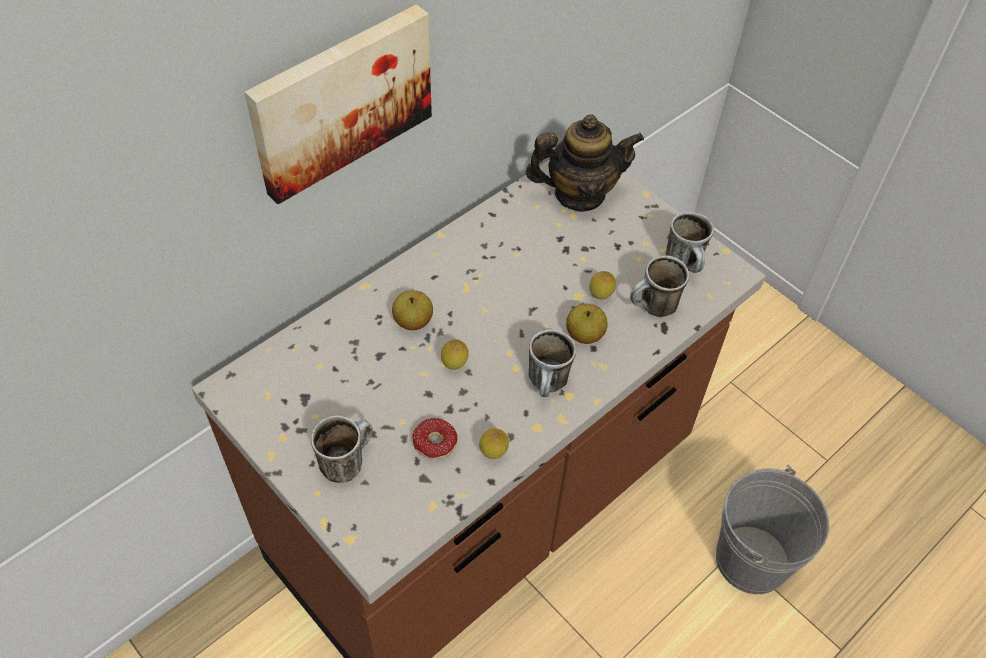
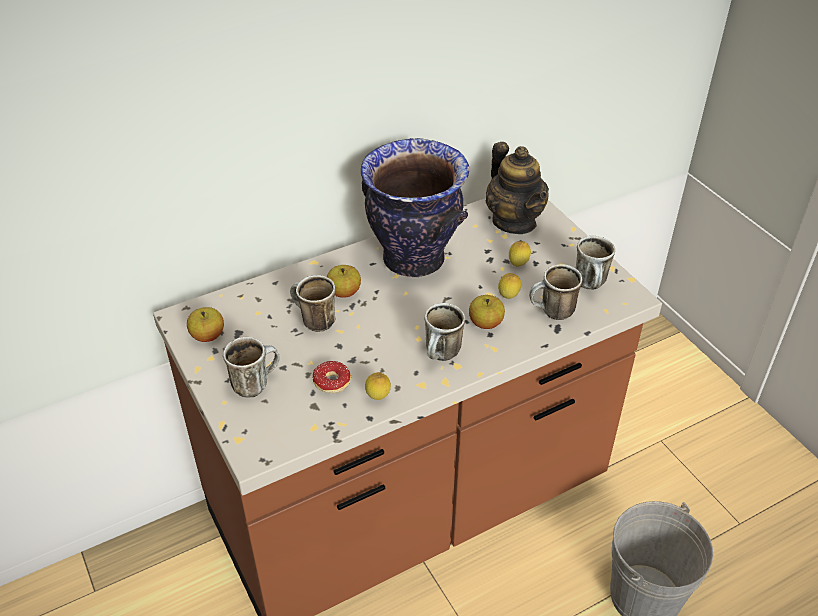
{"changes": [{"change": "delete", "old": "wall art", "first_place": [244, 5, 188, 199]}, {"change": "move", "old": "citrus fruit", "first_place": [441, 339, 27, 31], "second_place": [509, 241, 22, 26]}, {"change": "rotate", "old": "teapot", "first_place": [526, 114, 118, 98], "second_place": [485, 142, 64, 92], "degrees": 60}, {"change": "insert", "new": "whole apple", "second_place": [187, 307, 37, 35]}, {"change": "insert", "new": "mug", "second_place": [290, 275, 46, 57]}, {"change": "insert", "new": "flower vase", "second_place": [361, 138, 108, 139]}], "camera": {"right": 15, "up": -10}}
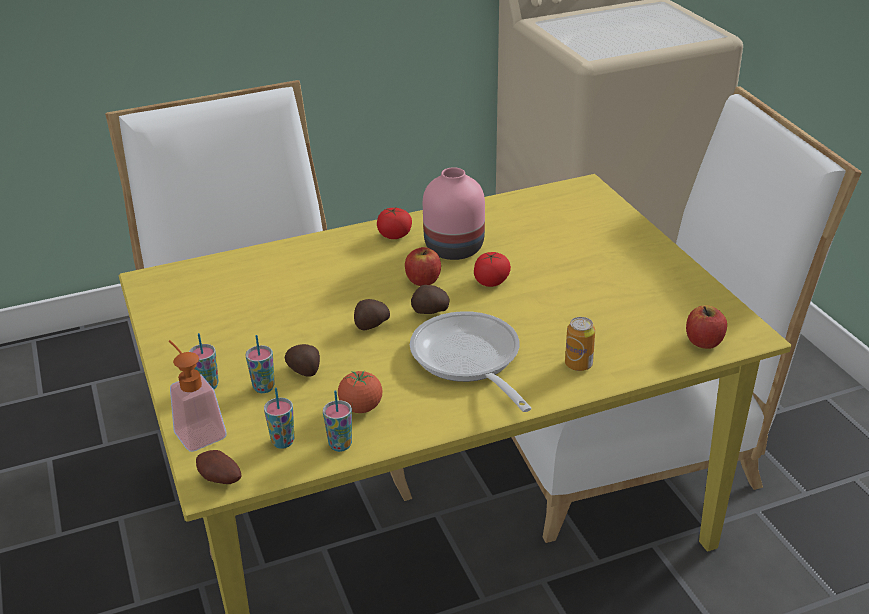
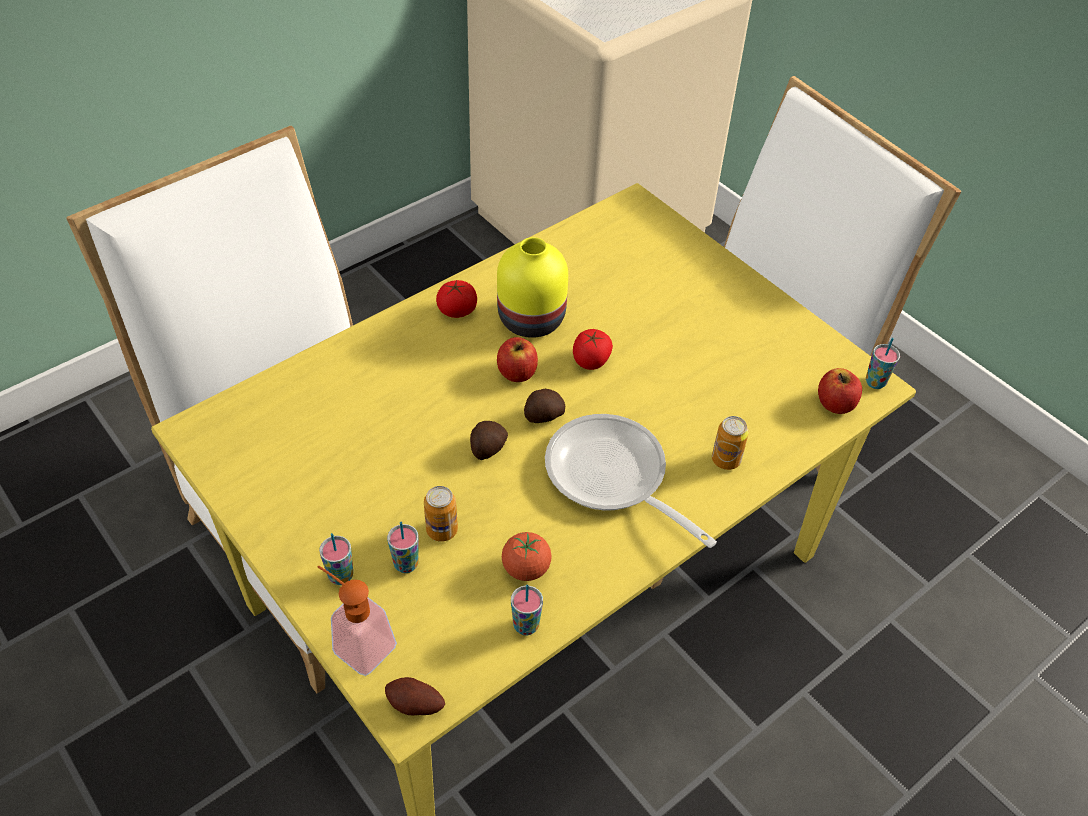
{"changes": [{"change": "move", "old": "small cup", "first_place": [264, 388, 30, 61], "second_place": [866, 338, 34, 51]}, {"change": "replace", "old": "spud", "new": "can", "first_place": [285, 344, 35, 32], "second_place": [424, 486, 34, 56]}, {"change": "recolor", "old": "pink flower vase", "new": "yellowish flower vase", "first_place": [423, 167, 62, 93], "second_place": [497, 237, 71, 101]}], "camera": {"right": -20, "up": 15}}
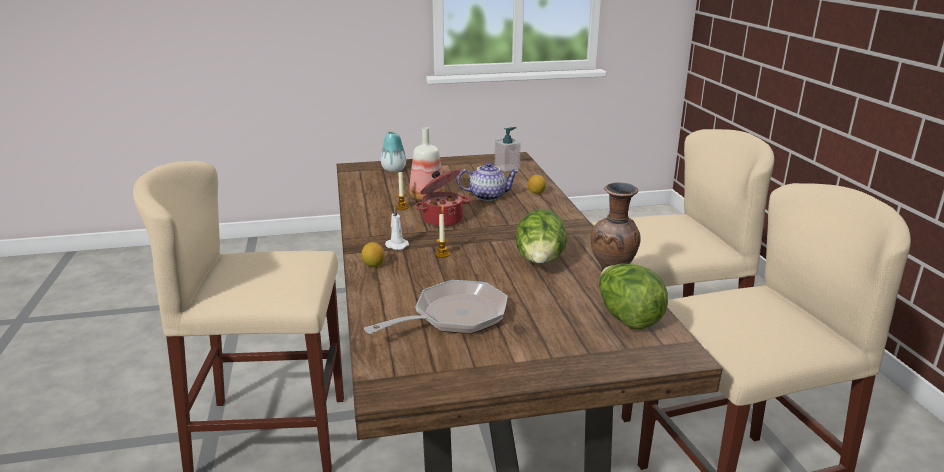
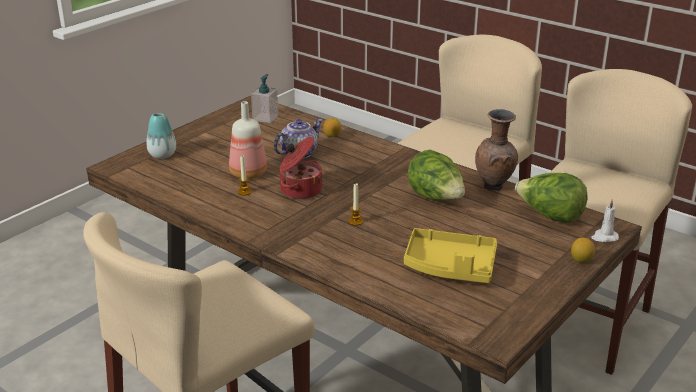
{"changes": [{"change": "move", "old": "citrus fruit", "first_place": [362, 242, 23, 25], "second_place": [571, 238, 24, 25]}, {"change": "replace", "old": "frying pan", "new": "yellowish carrying tray", "first_place": [364, 280, 143, 54], "second_place": [404, 228, 93, 55]}, {"change": "move", "old": "white-coloured wax candle", "first_place": [385, 207, 24, 43], "second_place": [591, 200, 28, 42]}], "camera": {"right": -40, "up": 5}}
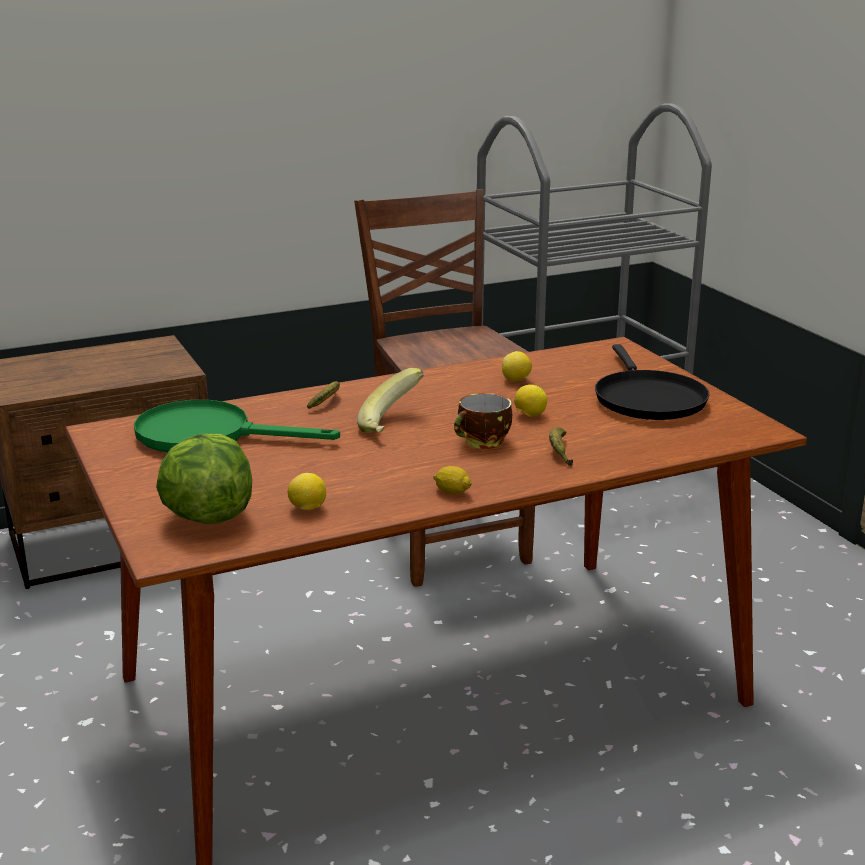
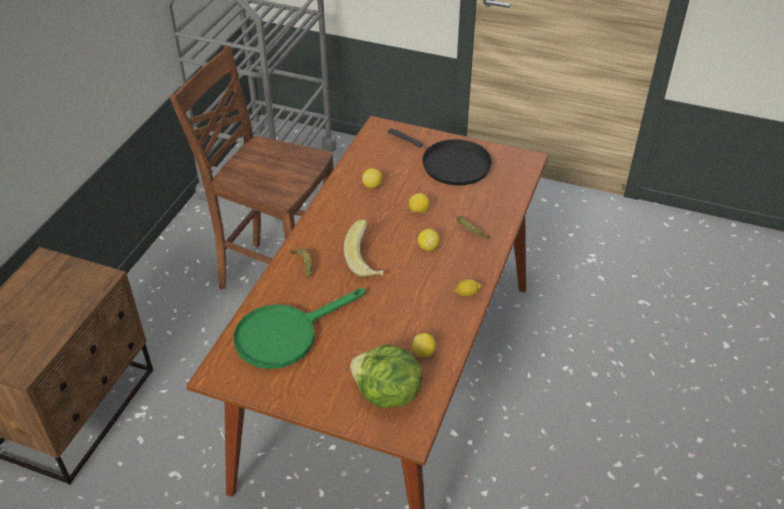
{"changes": [{"change": "replace", "old": "small cup", "new": "citrus fruit", "first_place": [454, 393, 58, 56], "second_place": [418, 229, 22, 22]}], "camera": {"right": -45, "up": 20}}
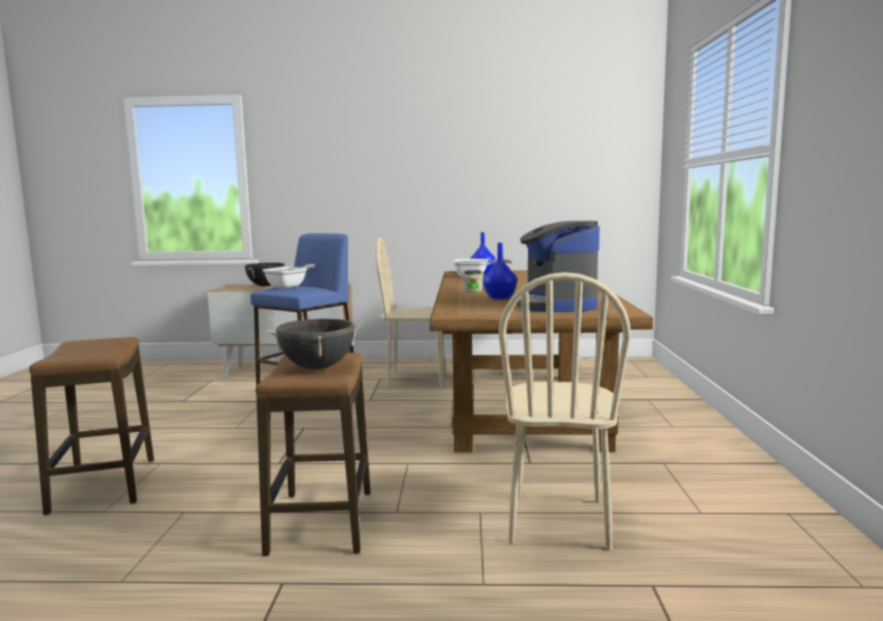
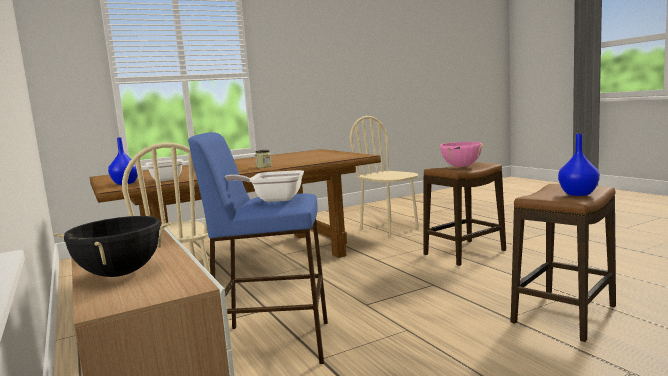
{"changes": [{"change": "recolor", "old": "black-coloured saucepot", "new": "pink saucepot", "first_place": [266, 319, 98, 50], "second_place": [439, 142, 46, 25]}, {"change": "move", "old": "bluish flower vase", "first_place": [483, 243, 34, 56], "second_place": [558, 133, 42, 63]}, {"change": "rotate", "old": "sand-coloured chair", "first_place": [498, 272, 133, 279], "second_place": [350, 116, 69, 121], "degrees": -105}, {"change": "delete", "old": "coffee brewer", "first_place": [517, 221, 83, 91]}], "camera": {"right": -120, "up": 0}}
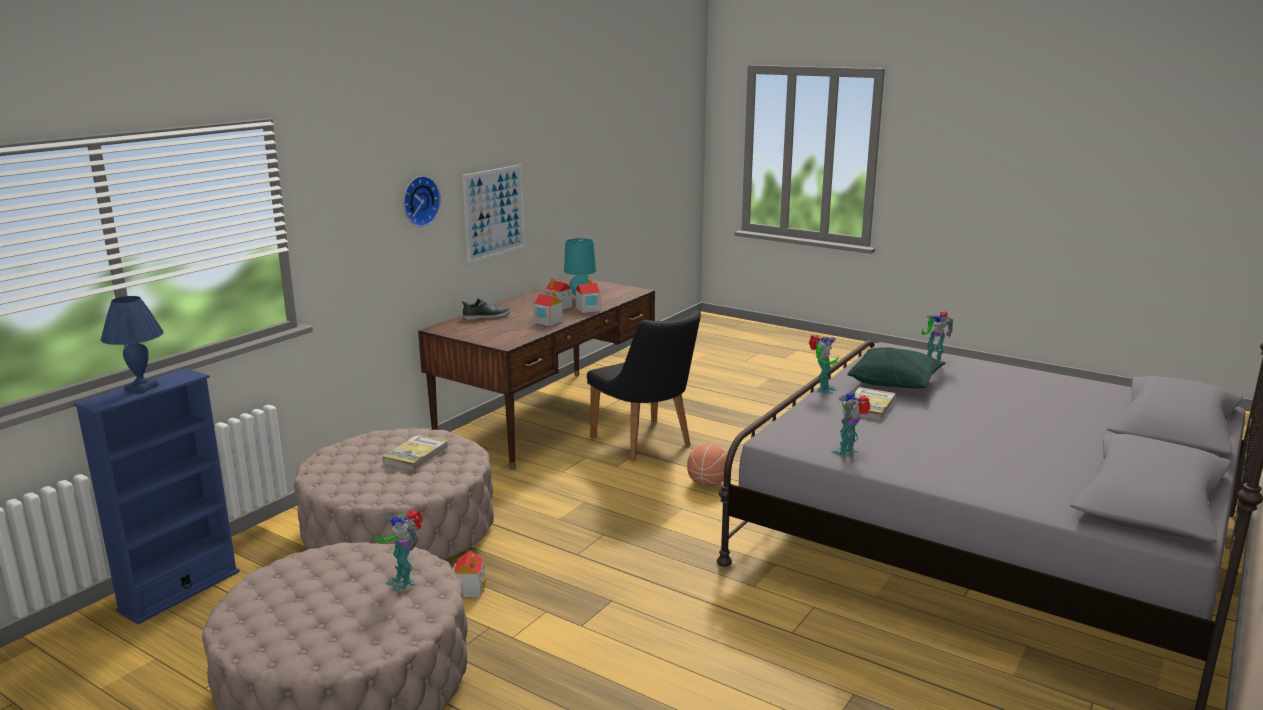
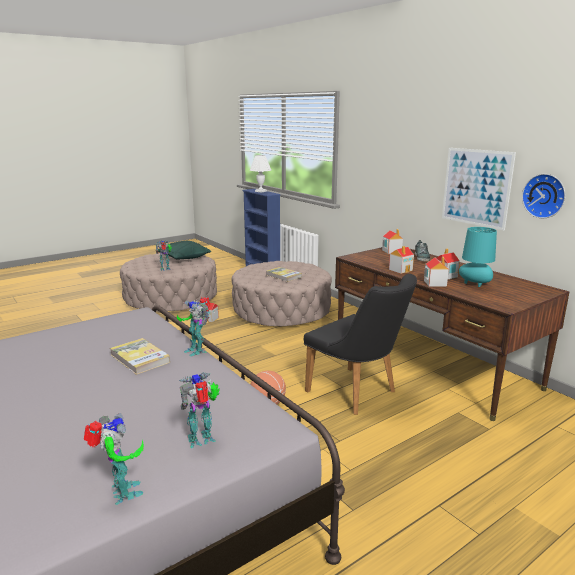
{"changes": [{"change": "recolor", "old": "bluish table lamp", "new": "white-coloured table lamp", "first_place": [101, 296, 63, 97], "second_place": [250, 155, 21, 37]}, {"change": "move", "old": "wall clock", "first_place": [403, 176, 38, 51], "second_place": [522, 174, 44, 44]}, {"change": "rotate", "old": "black-coloured chair", "first_place": [587, 310, 114, 151], "second_place": [304, 274, 113, 141], "degrees": -120}, {"change": "move", "old": "robot figure", "first_place": [831, 391, 40, 68], "second_place": [84, 413, 60, 92]}, {"change": "move", "old": "green-coloured cushion", "first_place": [847, 347, 99, 42], "second_place": [158, 241, 54, 18]}, {"change": "insert", "new": "miniature house", "second_place": [382, 229, 21, 25]}], "camera": {"right": 110, "up": 0}}
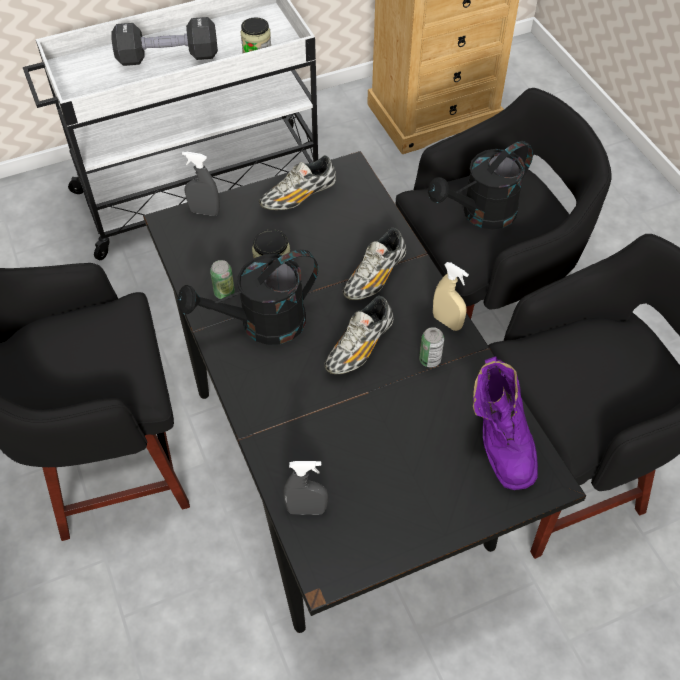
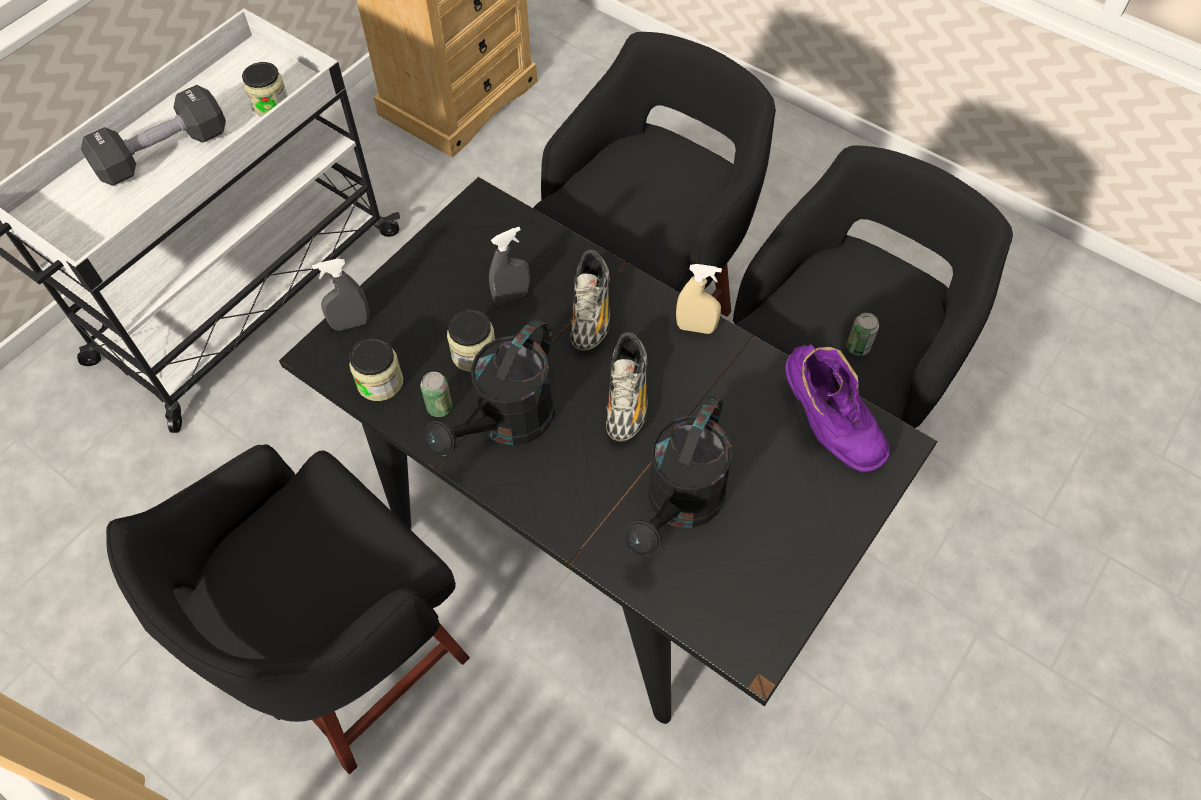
{"changes": [{"change": "delete", "old": "low shoe", "first_place": [259, 155, 77, 55]}, {"change": "move", "old": "gray hand sprayer", "first_place": [283, 461, 45, 53], "second_place": [489, 227, 41, 78]}, {"change": "move", "old": "can", "first_place": [419, 327, 25, 40], "second_place": [847, 313, 32, 43]}, {"change": "move", "old": "black-coloured watering pot", "first_place": [428, 141, 105, 88], "second_place": [625, 396, 107, 160]}, {"change": "insert", "new": "storage jar", "second_place": [349, 338, 55, 63]}], "camera": {"right": -30, "up": 5}}
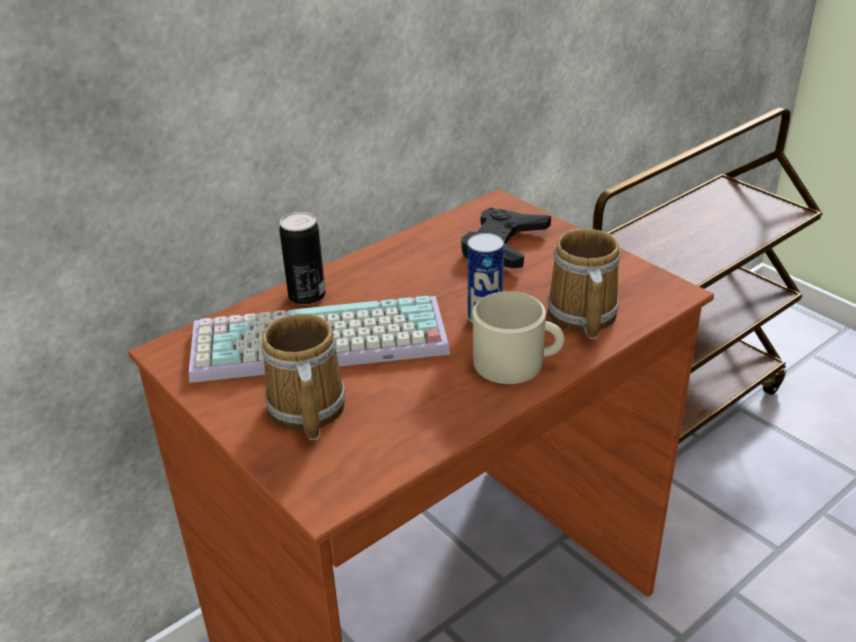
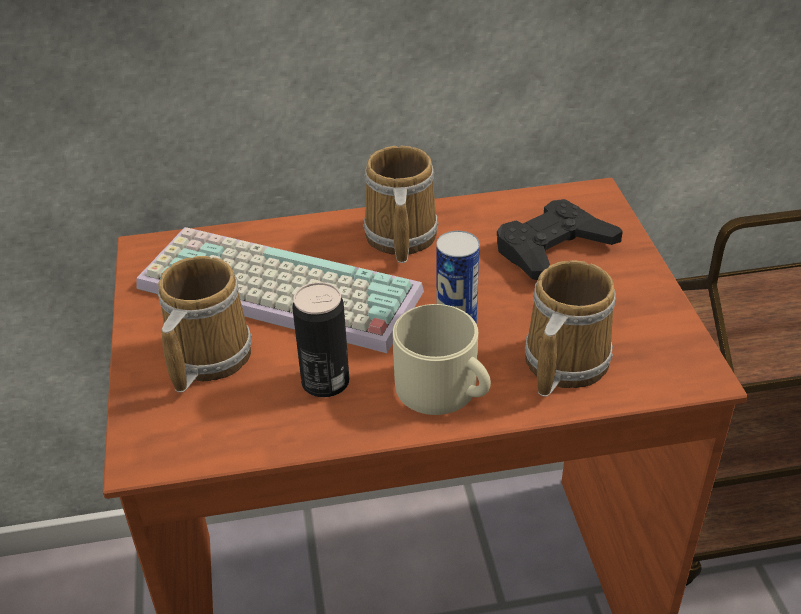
{"changes": [{"change": "move", "old": "can", "first_place": [279, 212, 46, 93], "second_place": [292, 282, 58, 115]}, {"change": "insert", "new": "mug", "second_place": [363, 146, 75, 117]}], "camera": {"right": 30, "up": 5}}
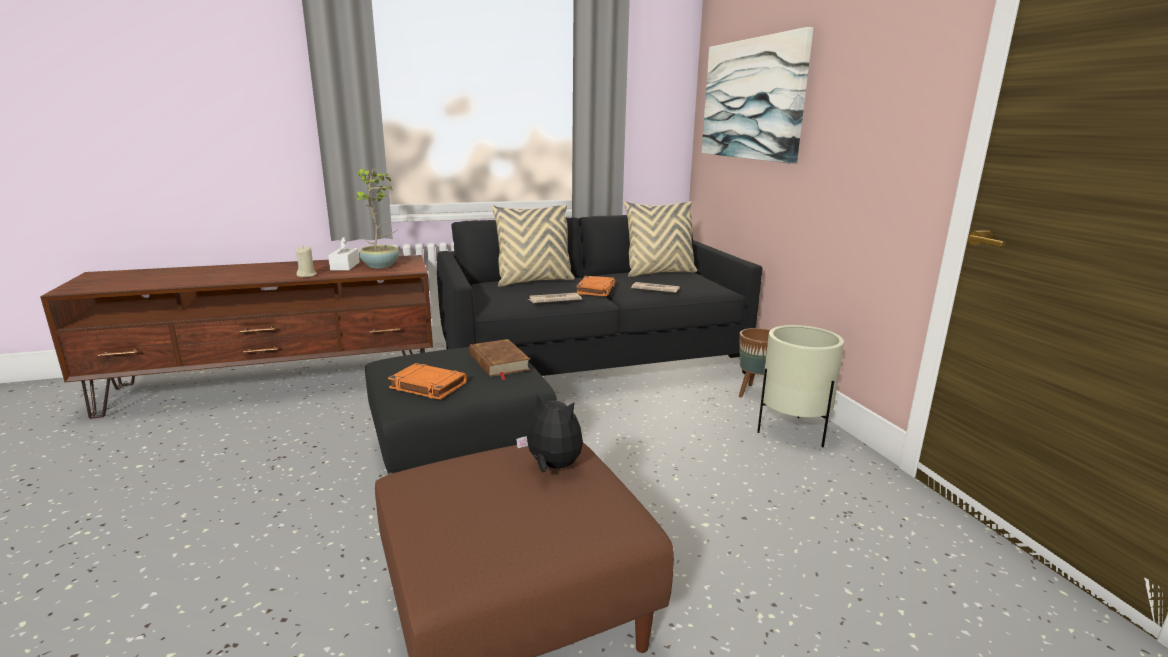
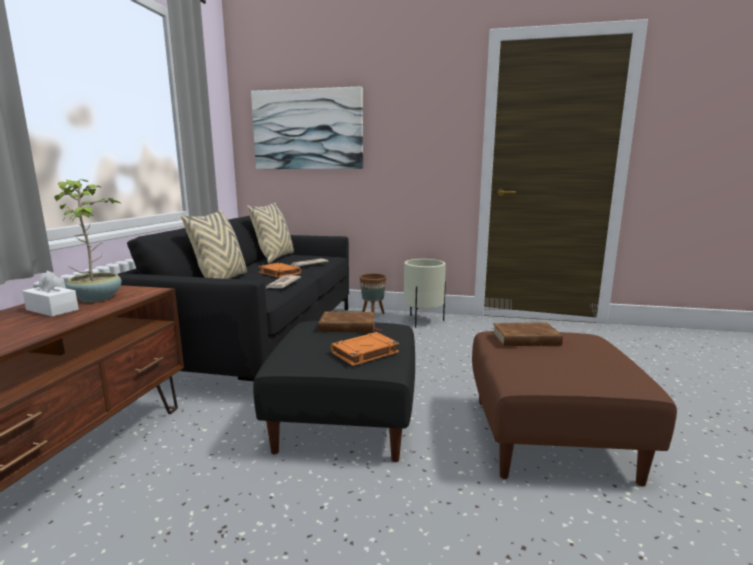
{"changes": [{"change": "delete", "old": "sand-coloured wax candle", "first_place": [296, 247, 21, 30]}, {"change": "replace", "old": "plush toy", "new": "brown bound book", "first_place": [516, 391, 67, 81], "second_place": [492, 322, 76, 24]}], "camera": {"right": -60, "up": -5}}
